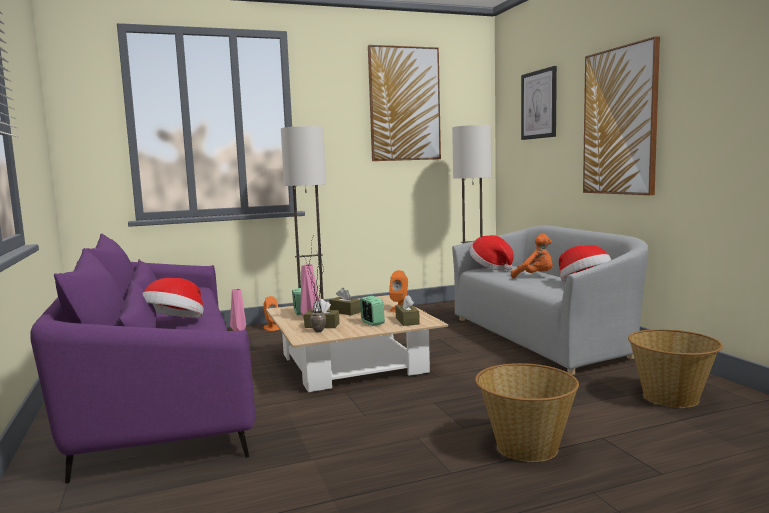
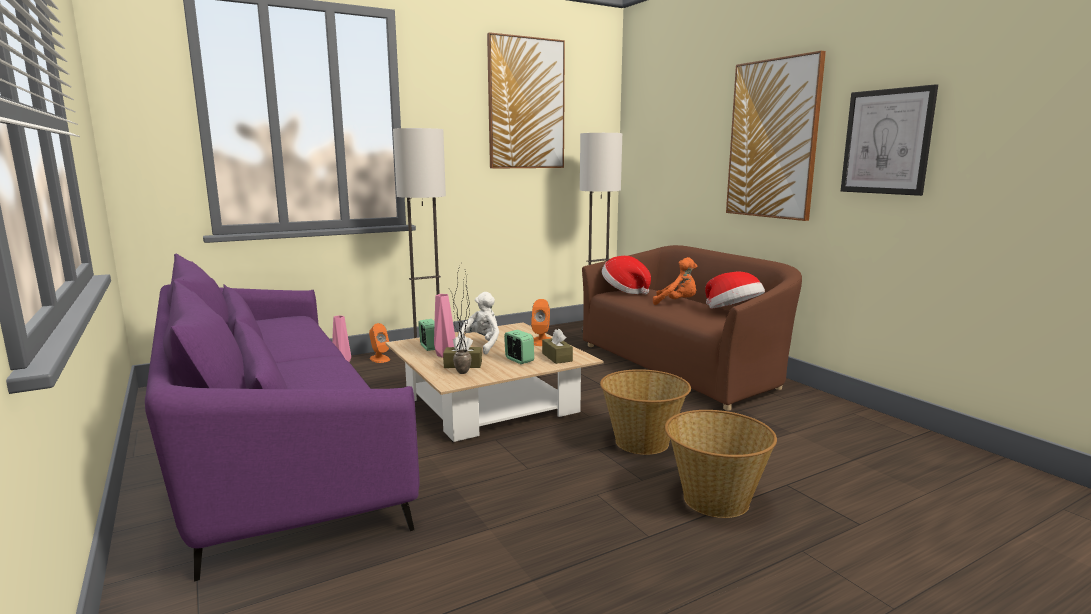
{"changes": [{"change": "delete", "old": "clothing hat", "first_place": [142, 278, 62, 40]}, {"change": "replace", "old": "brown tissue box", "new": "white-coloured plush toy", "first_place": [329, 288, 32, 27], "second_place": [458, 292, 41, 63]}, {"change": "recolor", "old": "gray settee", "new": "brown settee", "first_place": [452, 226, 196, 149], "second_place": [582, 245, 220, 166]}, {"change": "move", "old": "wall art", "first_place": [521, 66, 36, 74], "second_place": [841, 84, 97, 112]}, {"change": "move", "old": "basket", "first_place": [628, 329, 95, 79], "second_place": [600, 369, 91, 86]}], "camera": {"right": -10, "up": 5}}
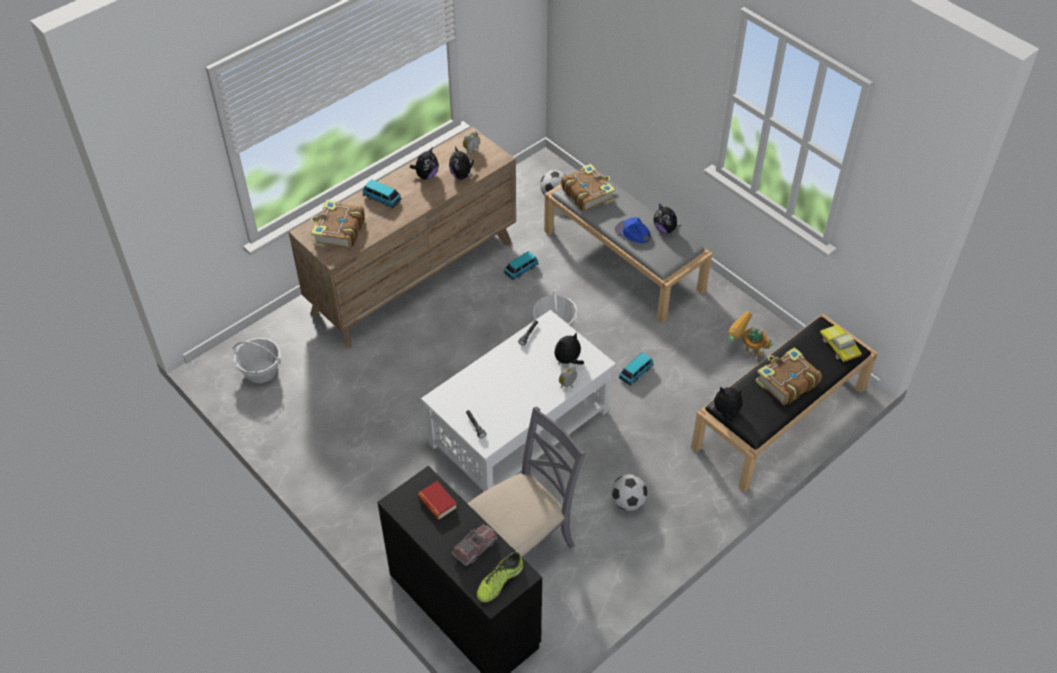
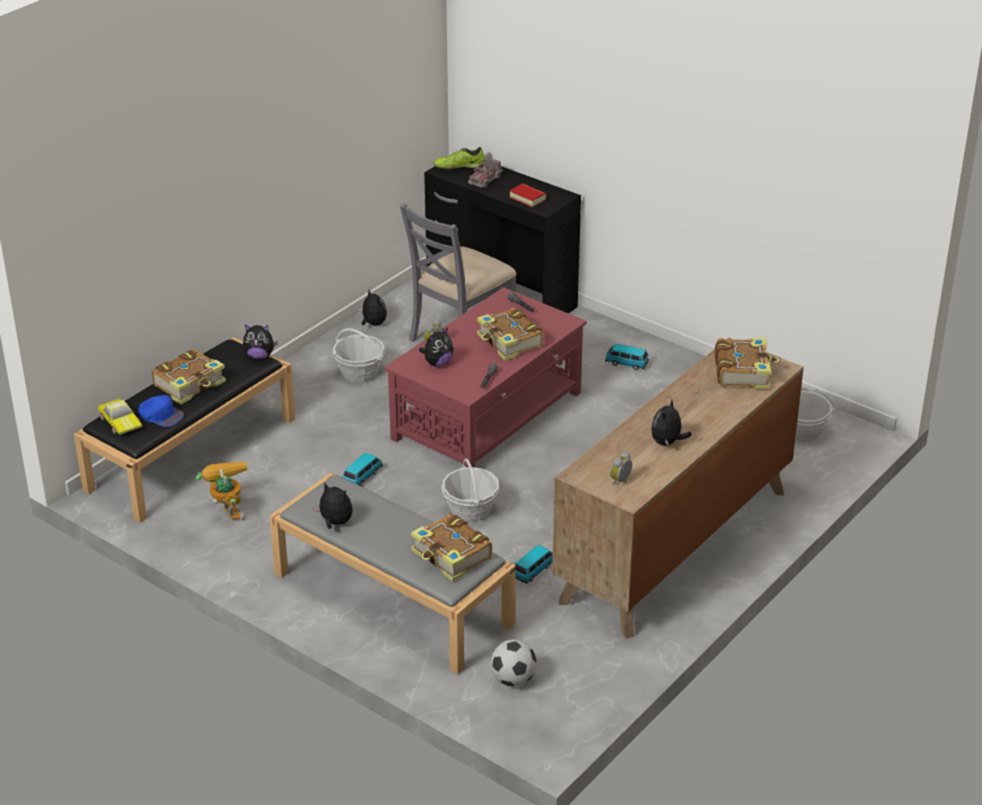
{"changes": [{"change": "move", "old": "model car", "first_place": [363, 179, 38, 29], "second_place": [605, 344, 44, 26]}, {"change": "recolor", "old": "white-coloured lounge table", "new": "red lounge table", "first_place": [421, 310, 195, 182], "second_place": [384, 287, 203, 181]}, {"change": "move", "old": "plush toy", "first_place": [449, 146, 25, 33], "second_place": [359, 289, 28, 36]}, {"change": "rotate", "old": "low shoe", "first_place": [476, 552, 47, 51], "second_place": [433, 147, 51, 22], "degrees": -135}, {"change": "replace", "old": "football ball", "new": "basket", "first_place": [611, 474, 37, 37], "second_place": [333, 328, 52, 55]}, {"change": "move", "old": "bluish peaked cap", "first_place": [615, 217, 35, 26], "second_place": [138, 395, 46, 32]}, {"change": "rotate", "old": "robot figure", "first_place": [728, 311, 45, 46], "second_place": [196, 462, 51, 59], "degrees": -135}, {"change": "insert", "new": "bound book", "second_place": [477, 308, 67, 52]}], "camera": {"right": 170, "up": -15}}
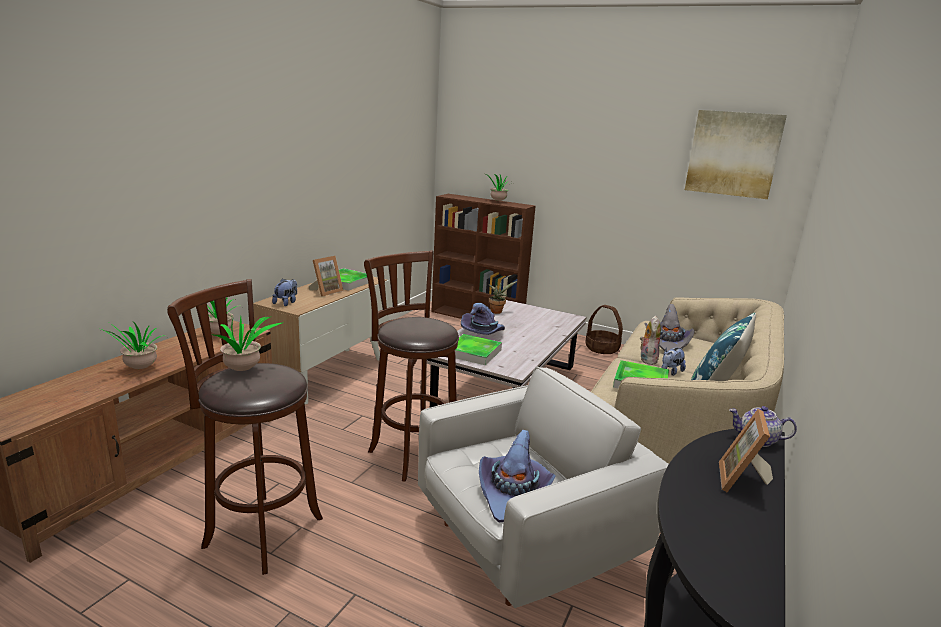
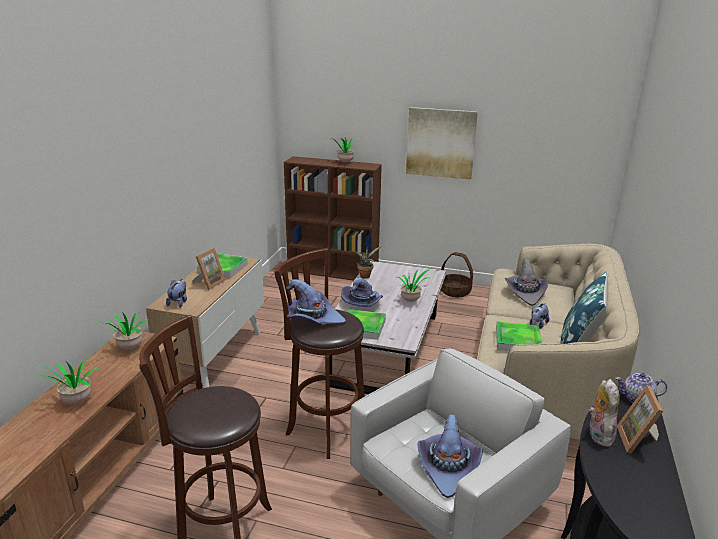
{"changes": [{"change": "move", "old": "potted plant", "first_place": [207, 316, 77, 55], "second_place": [395, 269, 37, 33]}, {"change": "move", "old": "plush toy", "first_place": [640, 316, 21, 49], "second_place": [589, 379, 31, 68]}, {"change": "move", "old": "wall art", "first_place": [685, 110, 102, 89], "second_place": [406, 107, 72, 73]}, {"change": "insert", "new": "purplish clothing hat", "second_place": [286, 279, 60, 46]}], "camera": {"right": -10, "up": 5}}
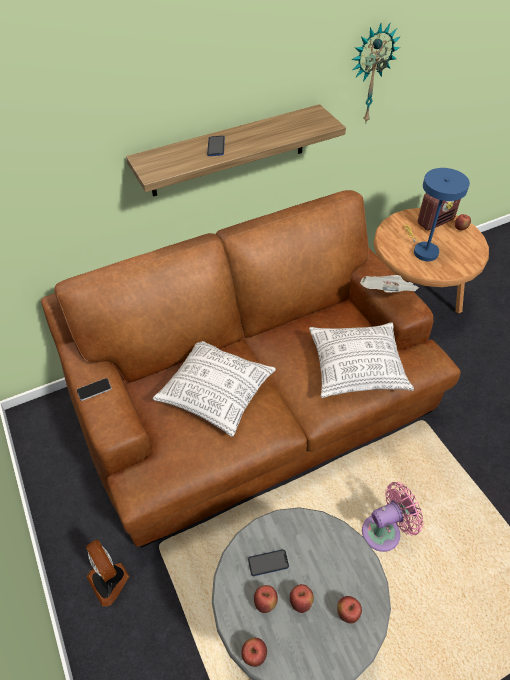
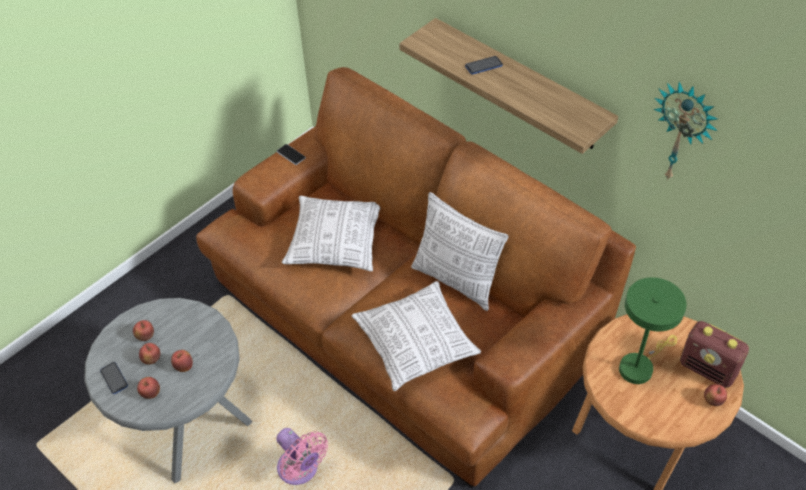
{"changes": [{"change": "delete", "old": "electric fan", "first_place": [86, 540, 43, 66]}, {"change": "move", "old": "whole apple", "first_place": [241, 638, 26, 29], "second_place": [171, 350, 22, 22]}, {"change": "move", "old": "handset", "first_place": [248, 549, 41, 27], "second_place": [100, 362, 28, 32]}, {"change": "delete", "old": "newspaper", "first_place": [360, 275, 59, 18]}, {"change": "recolor", "old": "bluish table lamp", "new": "green-coloured table lamp", "first_place": [405, 168, 65, 93], "second_place": [619, 277, 68, 107]}, {"change": "insert", "new": "cushion", "second_place": [411, 192, 98, 119]}], "camera": {"right": 70, "up": 0}}
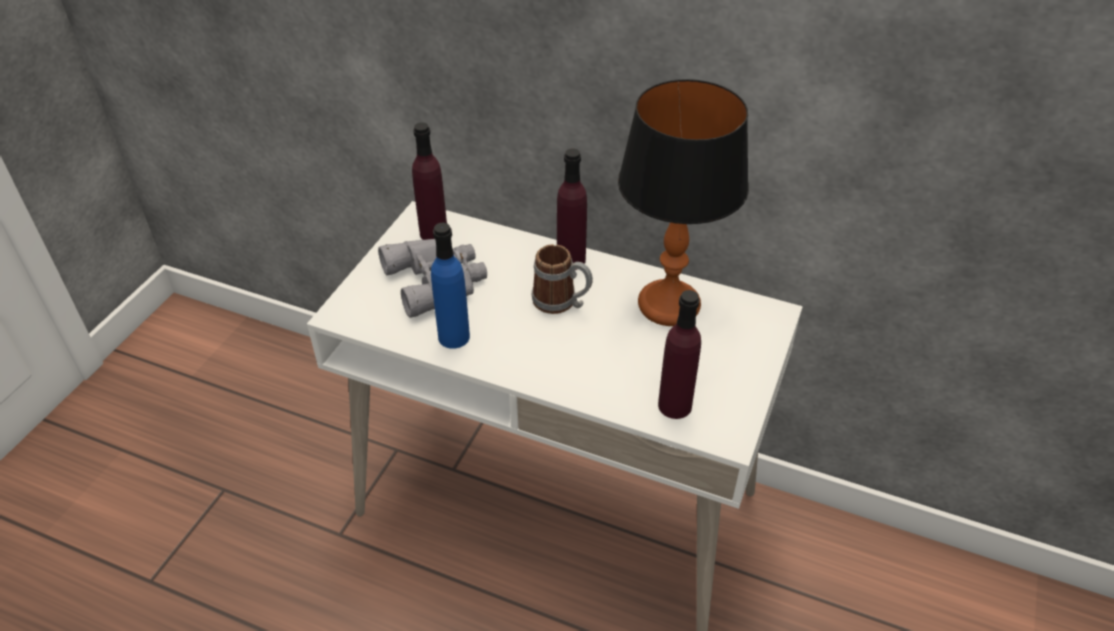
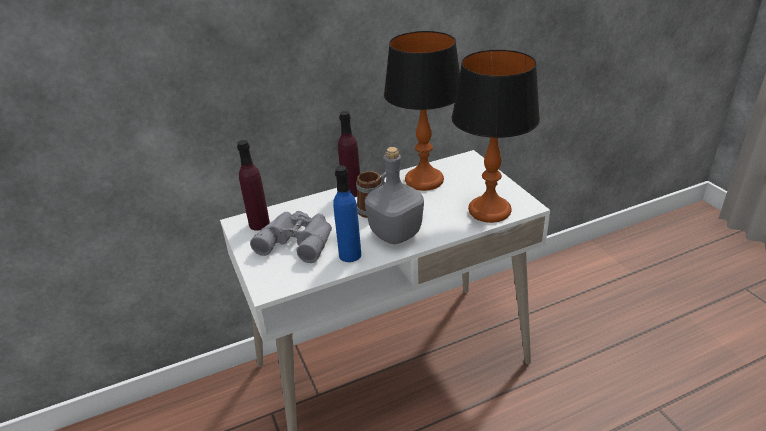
{"changes": [{"change": "replace", "old": "purplish drink bottle", "new": "table lamp", "first_place": [658, 290, 43, 129], "second_place": [452, 50, 88, 173]}, {"change": "insert", "new": "gray drink bottle", "second_place": [365, 147, 59, 97]}], "camera": {"right": -45, "up": -10}}
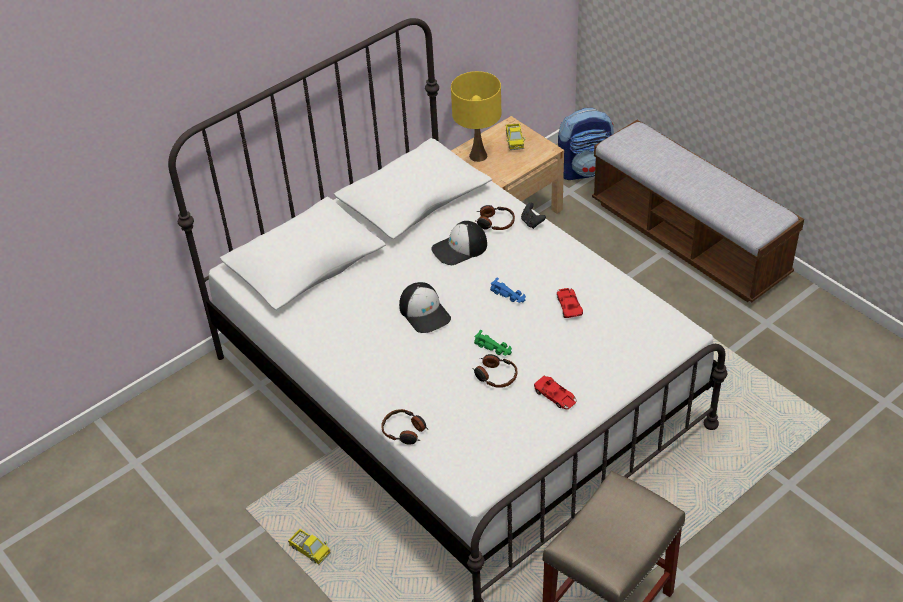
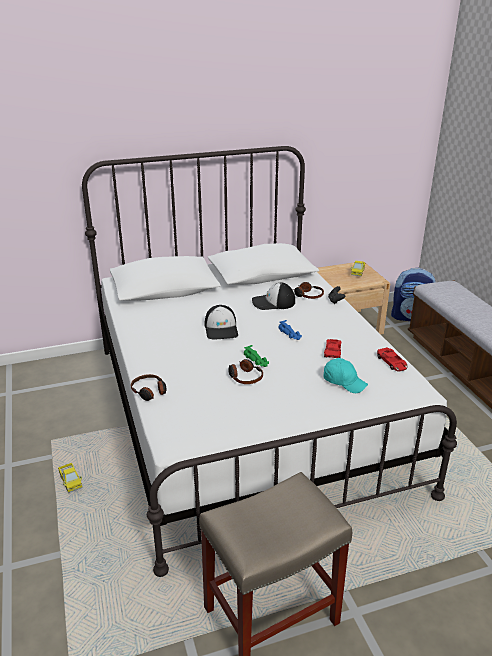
{"changes": [{"change": "delete", "old": "yellowish table lamp", "first_place": [451, 71, 50, 91]}, {"change": "move", "old": "red model car", "first_place": [534, 376, 42, 33], "second_place": [377, 347, 31, 25]}, {"change": "insert", "new": "blue-green peaked cap", "second_place": [324, 358, 44, 35]}], "camera": {"right": 20, "up": -15}}
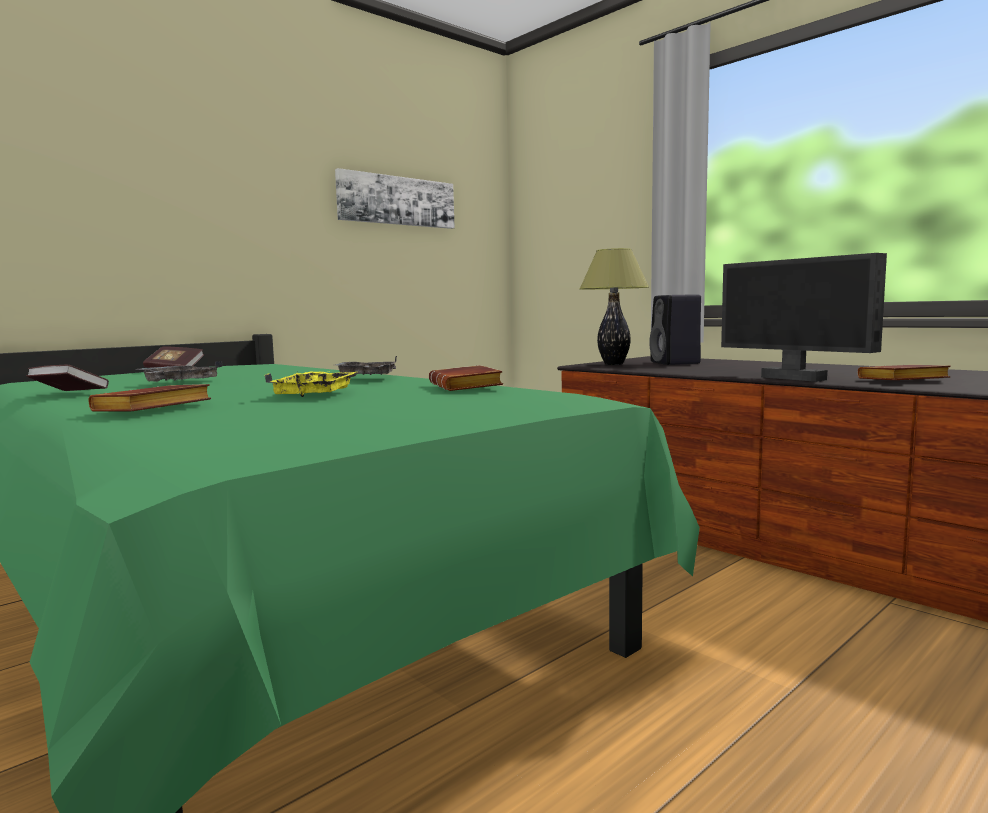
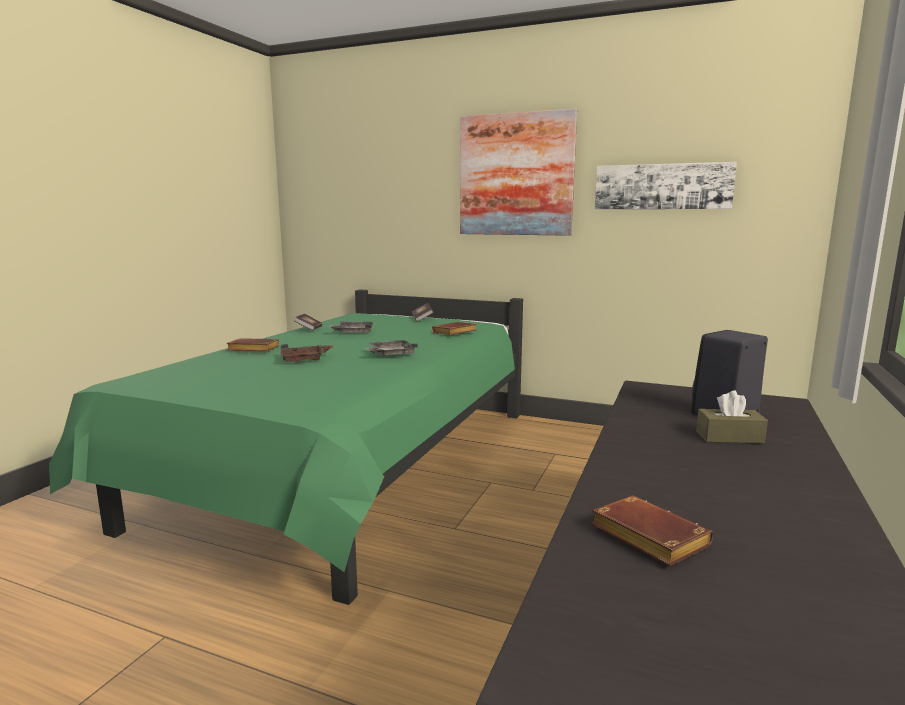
{"changes": [{"change": "recolor", "old": "yellowish carrying tray", "new": "brown carrying tray", "first_place": [264, 371, 92, 26], "second_place": [281, 344, 52, 18]}, {"change": "move", "old": "brown bound book", "first_place": [429, 365, 74, 26], "second_place": [432, 322, 45, 13]}, {"change": "delete", "old": "table lamp", "first_place": [579, 248, 70, 117]}, {"change": "delete", "old": "computer screen", "first_place": [721, 253, 166, 129]}, {"change": "insert", "new": "wall art", "second_place": [460, 109, 117, 127]}, {"change": "insert", "new": "brown tissue box", "second_place": [696, 390, 72, 54]}], "camera": {"right": 65, "up": 5}}
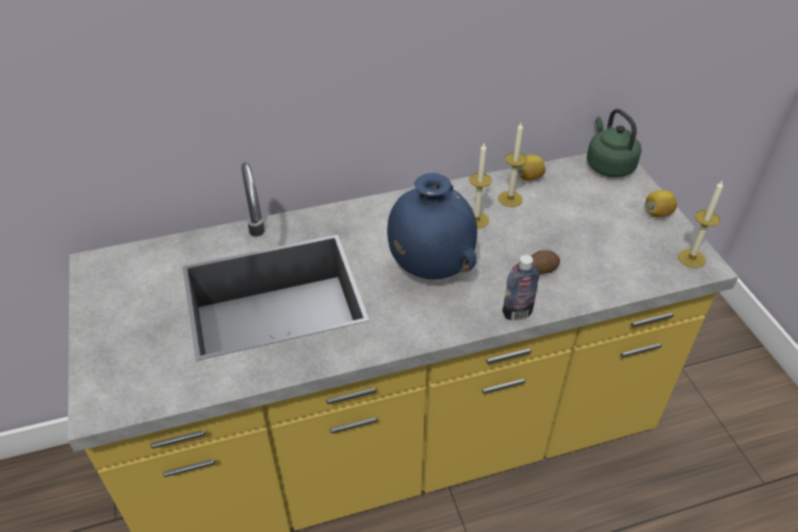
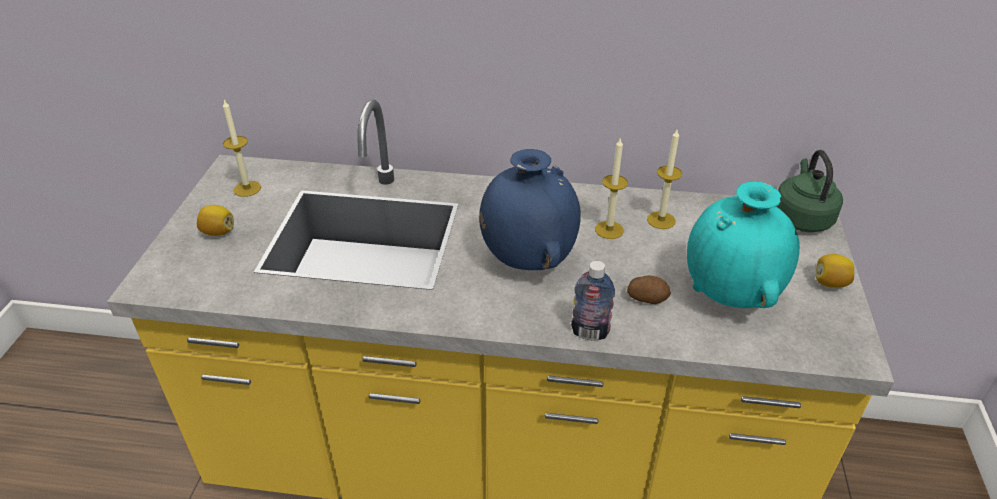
{"changes": [{"change": "move", "old": "citrus fruit", "first_place": [518, 155, 27, 26], "second_place": [197, 205, 37, 31]}, {"change": "move", "old": "wax candle", "first_place": [678, 181, 45, 87], "second_place": [223, 100, 38, 97]}, {"change": "insert", "new": "blue-green flower vase", "second_place": [687, 182, 113, 126]}], "camera": {"right": 25, "up": -5}}
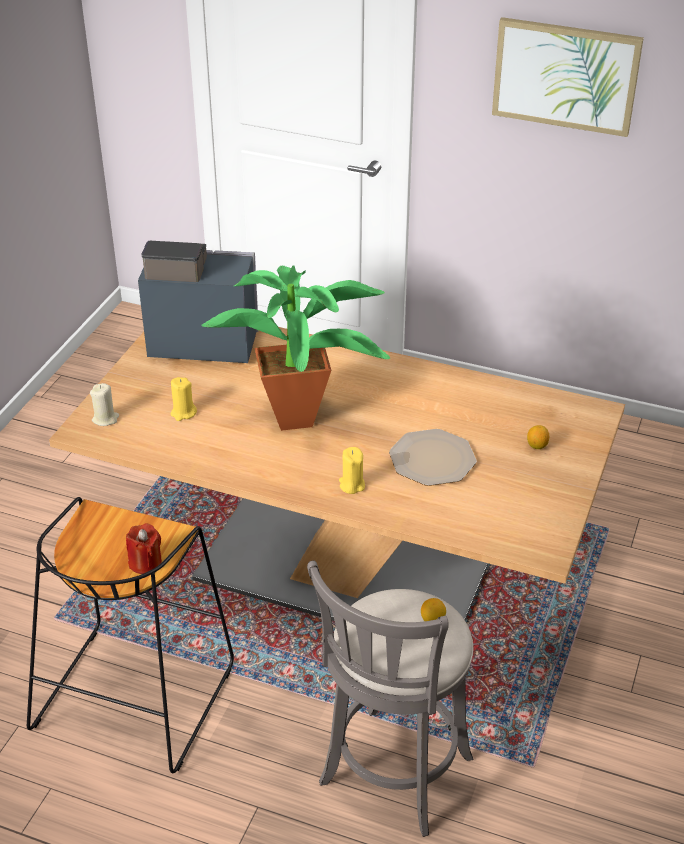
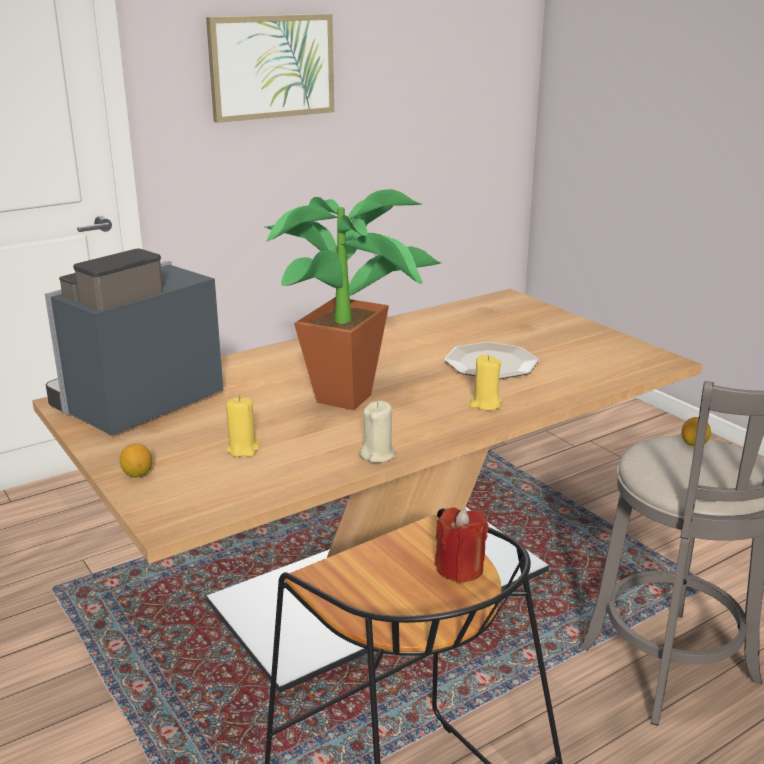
{"changes": [{"change": "move", "old": "sand-coloured wax candle", "first_place": [90, 383, 29, 43], "second_place": [359, 401, 36, 62]}, {"change": "move", "old": "citrus fruit", "first_place": [527, 425, 22, 24], "second_place": [120, 443, 32, 35]}], "camera": {"right": -55, "up": -15}}
